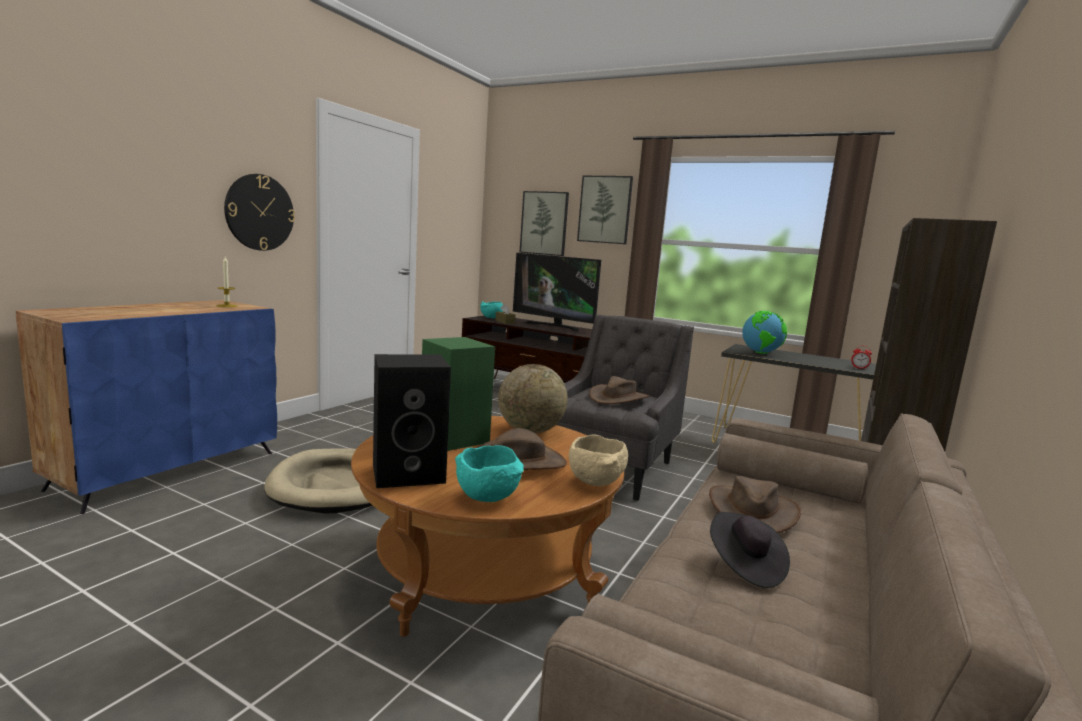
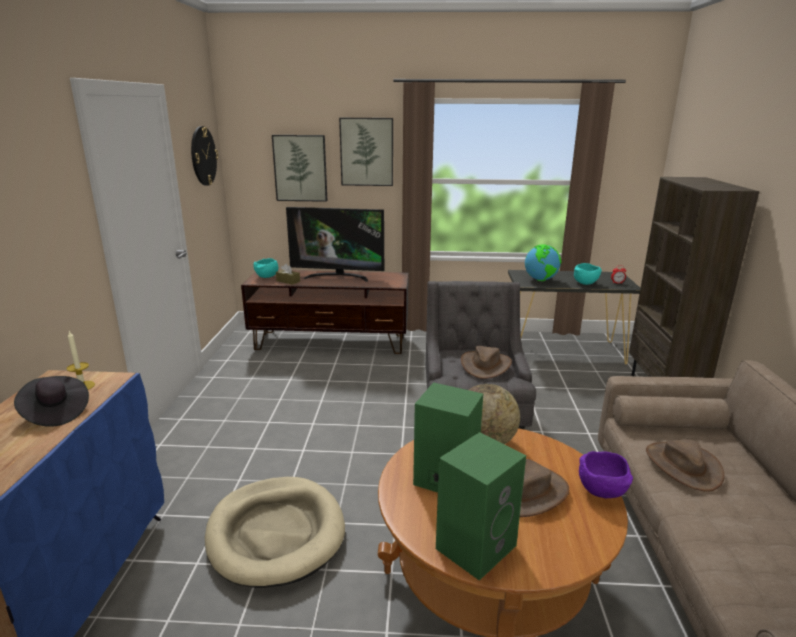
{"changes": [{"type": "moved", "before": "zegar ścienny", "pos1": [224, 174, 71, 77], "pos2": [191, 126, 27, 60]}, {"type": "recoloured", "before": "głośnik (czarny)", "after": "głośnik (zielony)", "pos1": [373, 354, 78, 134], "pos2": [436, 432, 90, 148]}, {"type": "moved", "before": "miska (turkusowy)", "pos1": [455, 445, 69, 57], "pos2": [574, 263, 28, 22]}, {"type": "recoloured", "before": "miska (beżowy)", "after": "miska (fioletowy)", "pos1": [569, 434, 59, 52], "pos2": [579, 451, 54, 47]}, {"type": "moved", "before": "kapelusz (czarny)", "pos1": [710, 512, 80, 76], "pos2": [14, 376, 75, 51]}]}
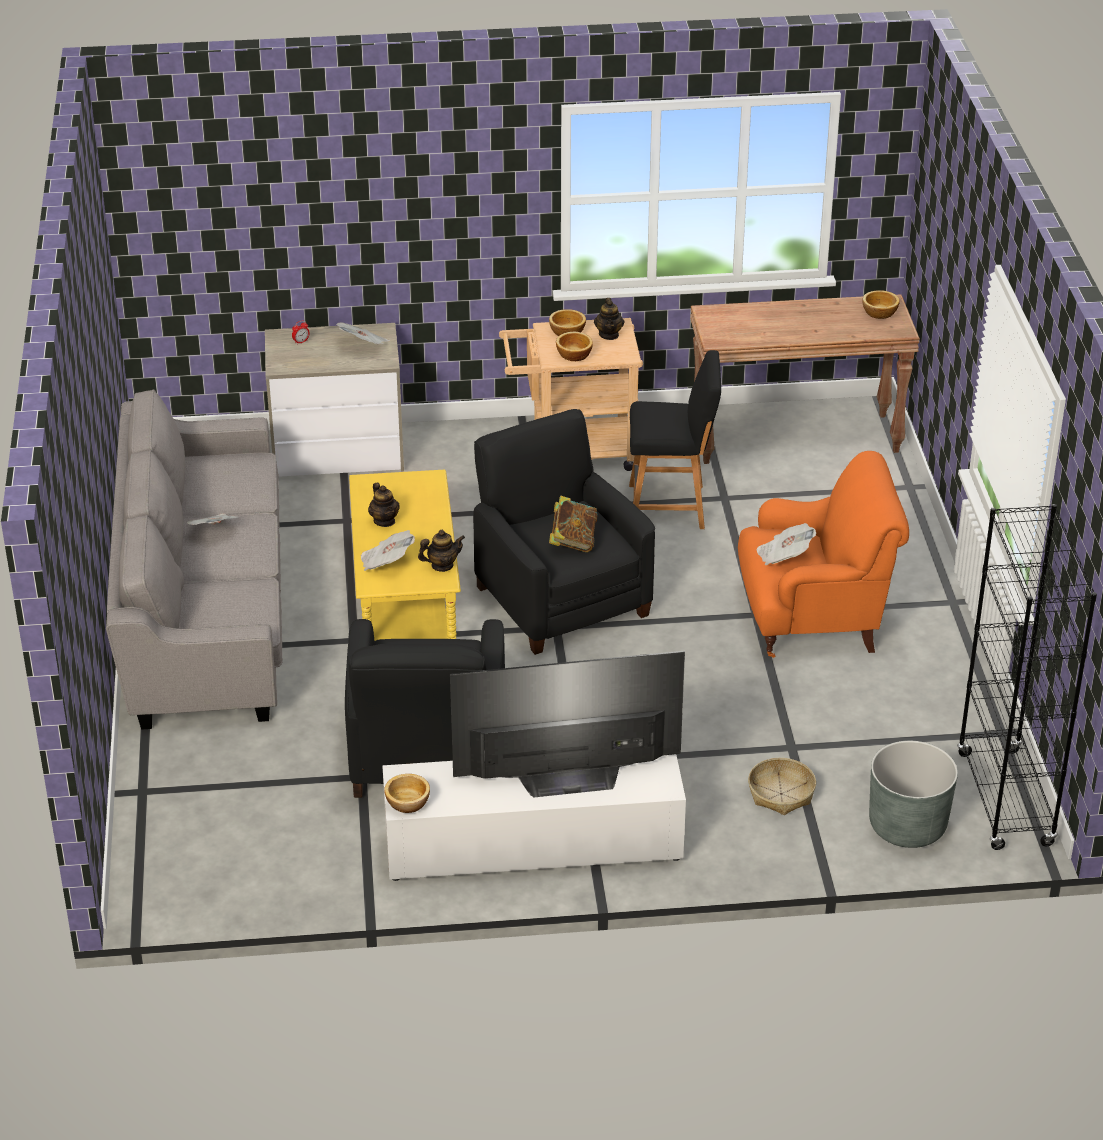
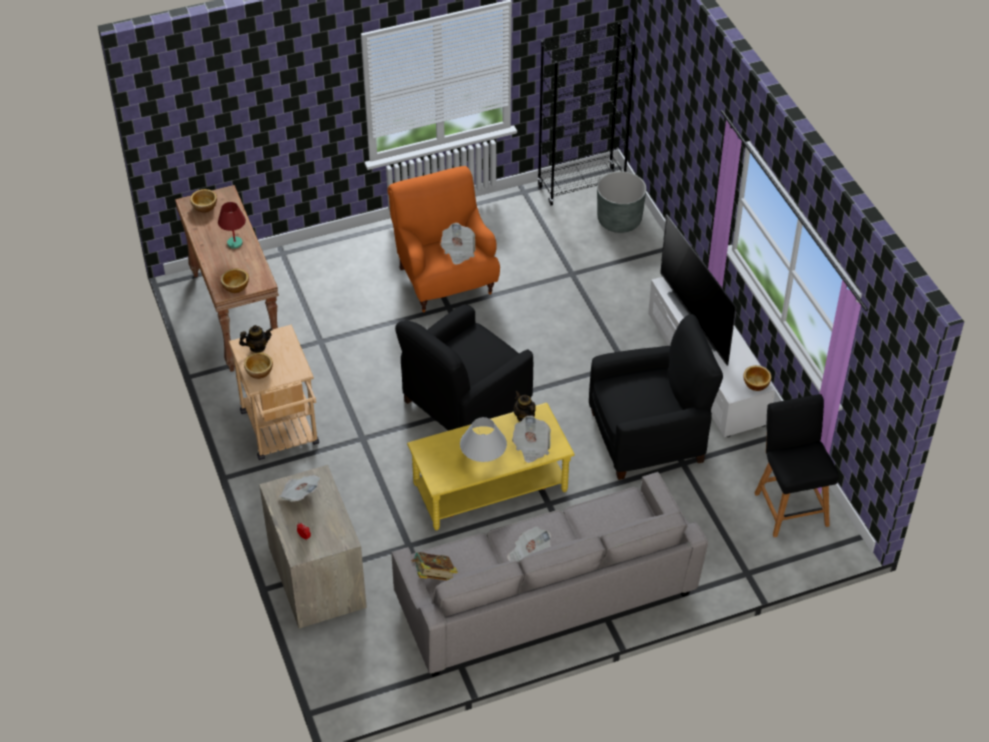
{"changes": [{"type": "replaced", "before": "imbryk", "after": "lampa stołowa (biały)", "pos1": [368, 483, 32, 44], "pos2": [460, 417, 47, 45]}, {"type": "moved", "before": "książka", "pos1": [549, 496, 49, 56], "pos2": [411, 552, 47, 29]}, {"type": "moved", "before": "miska", "pos1": [556, 332, 37, 29], "pos2": [221, 268, 28, 25]}, {"type": "moved", "before": "stołek (czarny)", "pos1": [629, 350, 92, 179], "pos2": [755, 394, 84, 143]}, {"type": "removed", "before": "koszyk", "pos1": [748, 758, 68, 57]}, {"type": "added", "after": "lampa stołowa (czerwony)", "pos2": [218, 202, 28, 47]}]}
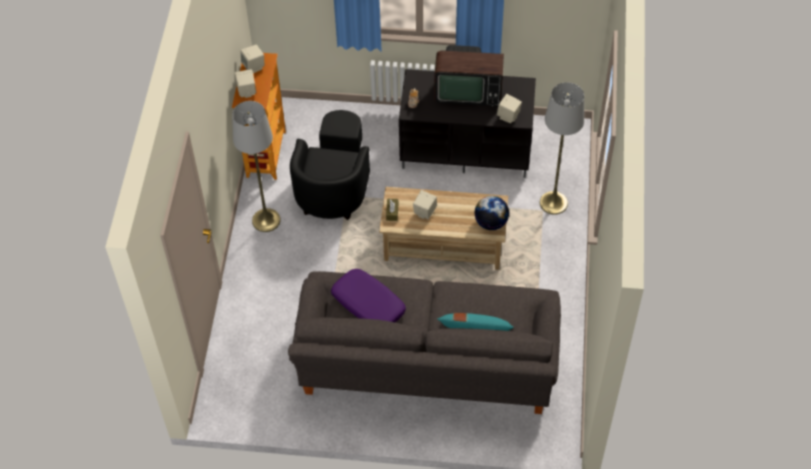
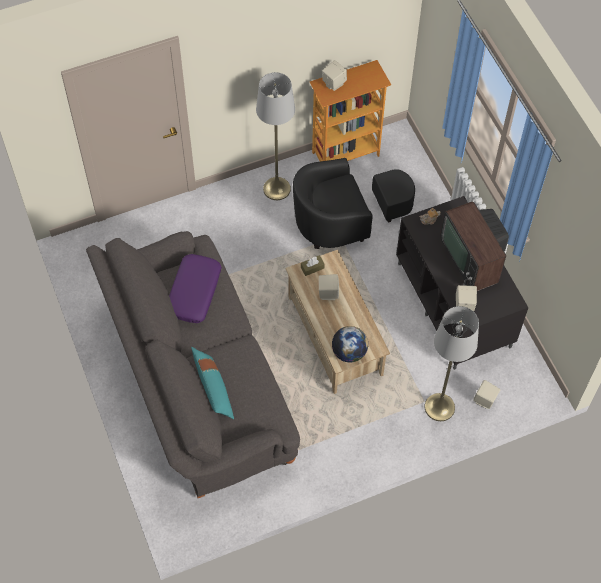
{"changes": [{"type": "moved", "before": "głośnik (beżowy)", "pos1": [241, 45, 23, 28], "pos2": [473, 380, 27, 29]}]}
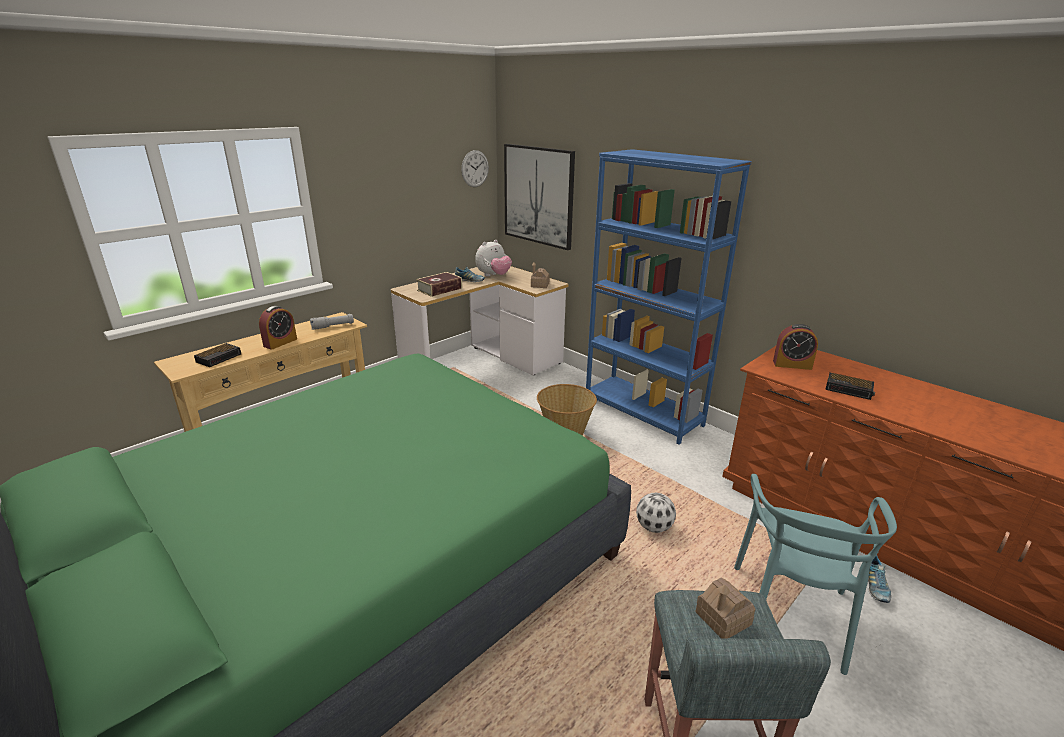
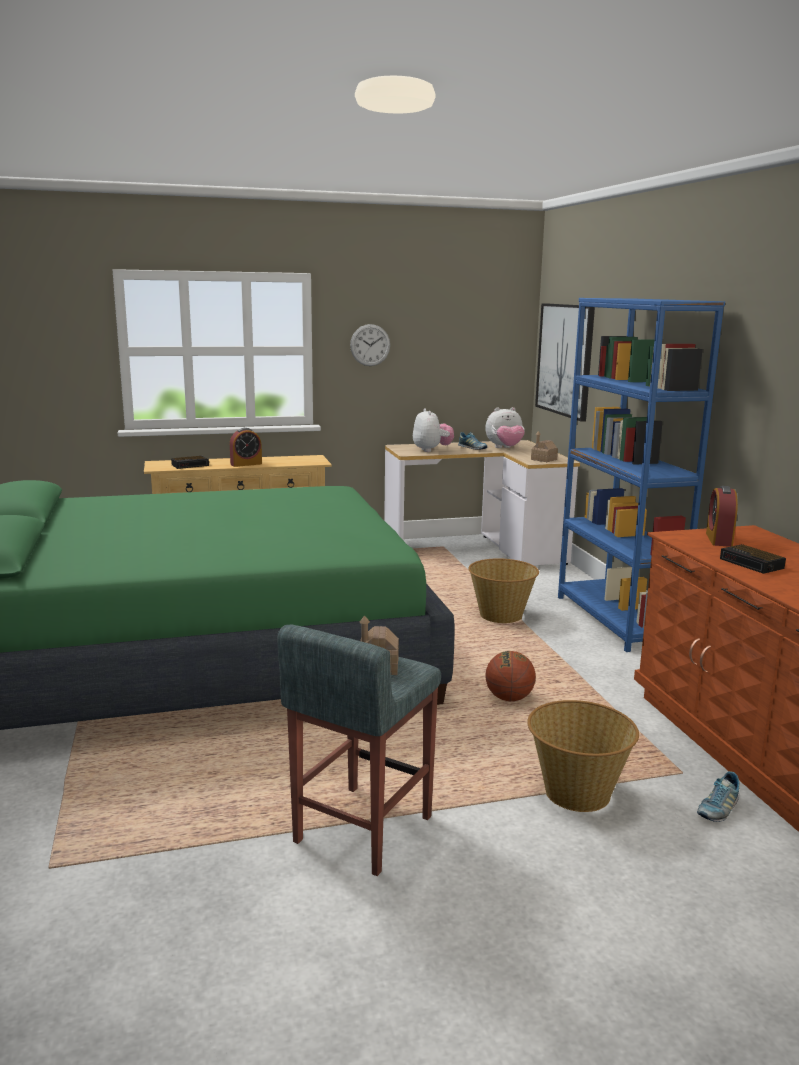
{"changes": [{"type": "removed", "before": "latarka (szary)", "pos1": [310, 314, 44, 16]}, {"type": "replaced", "before": "książka", "after": "pluszak", "pos1": [416, 272, 46, 25], "pos2": [413, 408, 41, 44]}, {"type": "moved", "before": "zegar ścienny", "pos1": [461, 150, 28, 37], "pos2": [350, 324, 40, 42]}, {"type": "replaced", "before": "piłka futbolowa", "after": "piłka do koszykówki", "pos1": [636, 493, 40, 40], "pos2": [485, 651, 51, 50]}, {"type": "replaced", "before": "krzesło (turkusowy)", "after": "koszyk", "pos1": [734, 474, 163, 201], "pos2": [527, 700, 112, 112]}, {"type": "turned", "before": "budzik", "pos1": [773, 324, 45, 46], "pos2": [706, 486, 32, 61], "turn": 60}]}
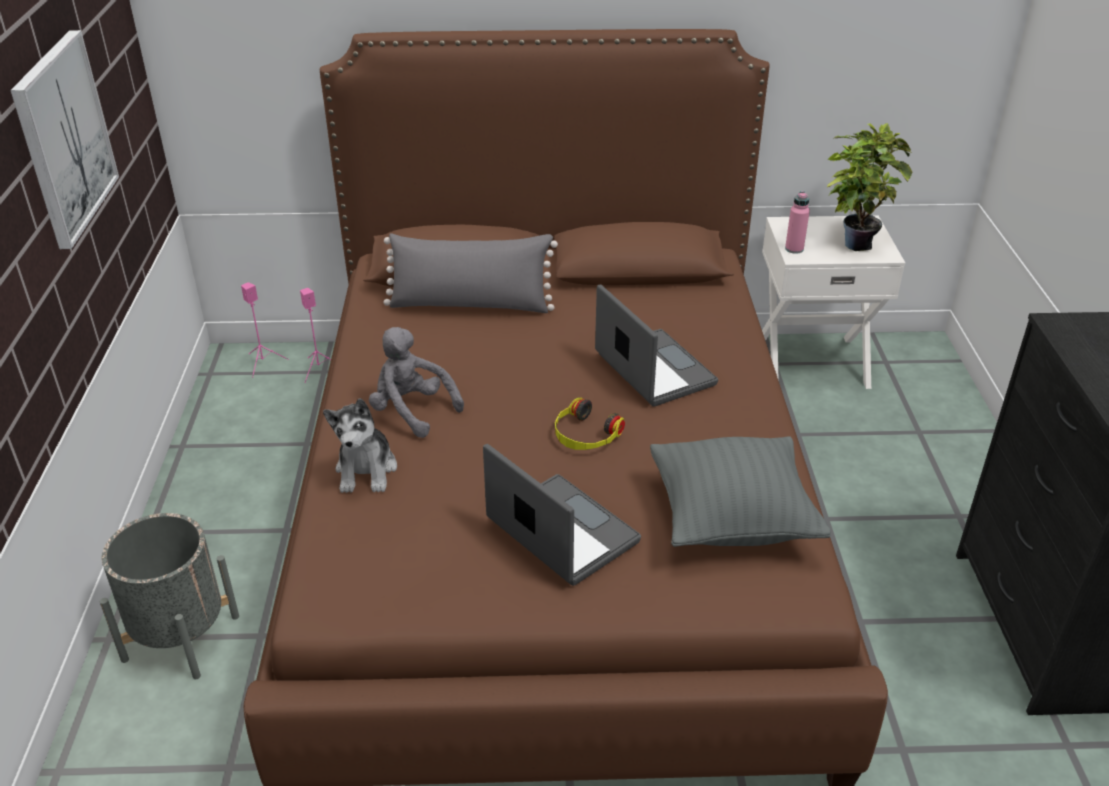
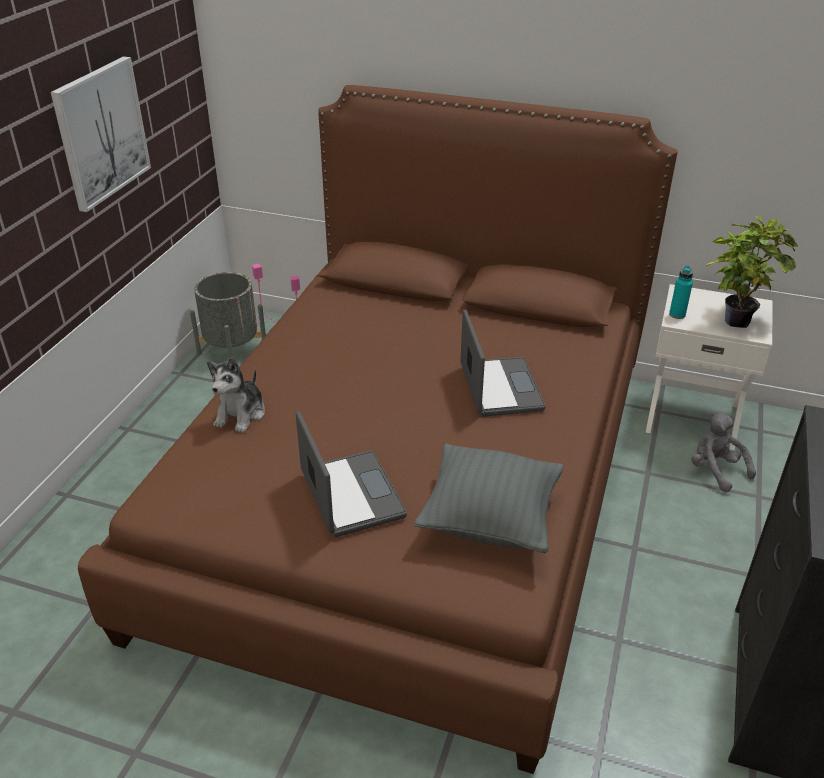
{"changes": [{"type": "moved", "before": "donica (szary)", "pos1": [100, 513, 139, 166], "pos2": [190, 272, 76, 88]}, {"type": "moved", "before": "pluszak (szary)", "pos1": [369, 327, 95, 111], "pos2": [691, 413, 65, 79]}, {"type": "removed", "before": "poduszka (szary)", "pos1": [384, 233, 174, 80]}, {"type": "removed", "before": "słuchawki", "pos1": [555, 397, 70, 53]}, {"type": "recoloured", "before": "butelka (różowy)", "after": "butelka (turkusowy)", "pos1": [785, 191, 25, 63], "pos2": [669, 266, 24, 53]}]}
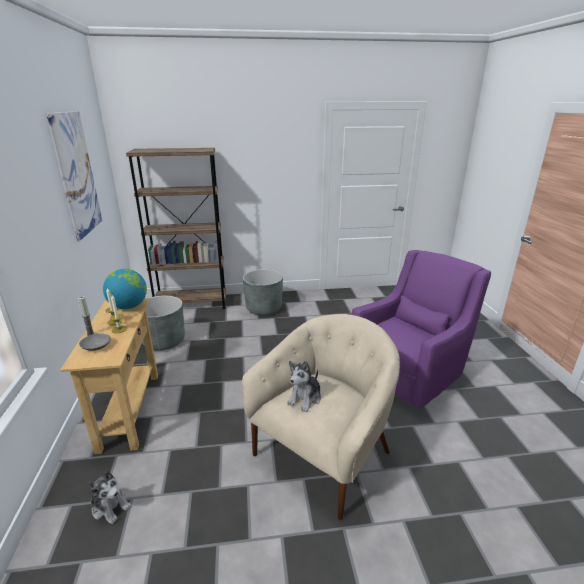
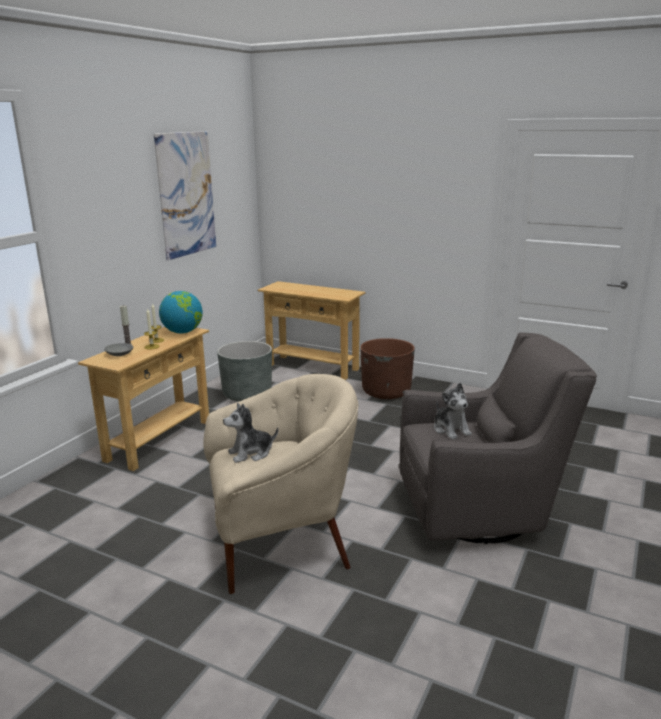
{"changes": [{"type": "moved", "before": "pluszak", "pos1": [89, 471, 42, 53], "pos2": [434, 383, 38, 57]}, {"type": "replaced", "before": "regał (brązowy)", "after": "stolik konsolowy (beżowy)", "pos1": [126, 148, 100, 161], "pos2": [258, 281, 107, 99]}, {"type": "recoloured", "before": "donica (szary)", "after": "donica (brązowy)", "pos1": [243, 269, 40, 46], "pos2": [360, 338, 55, 61]}, {"type": "recoloured", "before": "fotel (fioletowy)", "after": "fotel (szary)", "pos1": [352, 250, 139, 158], "pos2": [400, 332, 197, 212]}]}
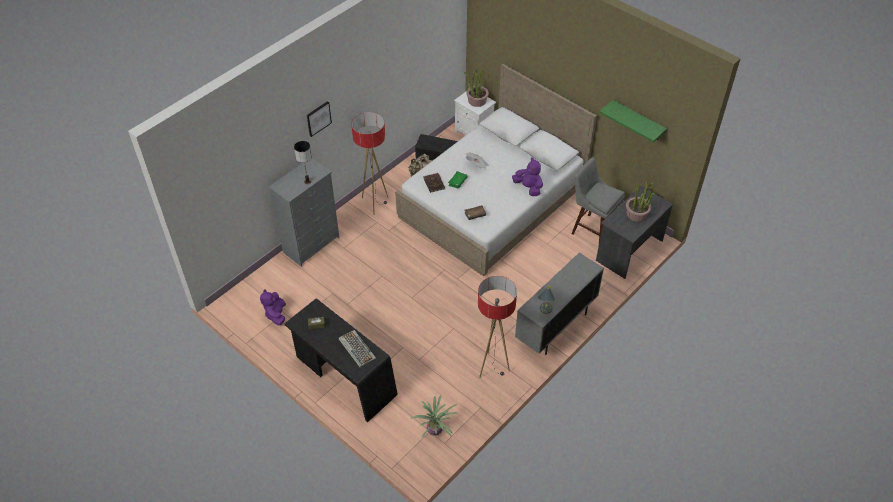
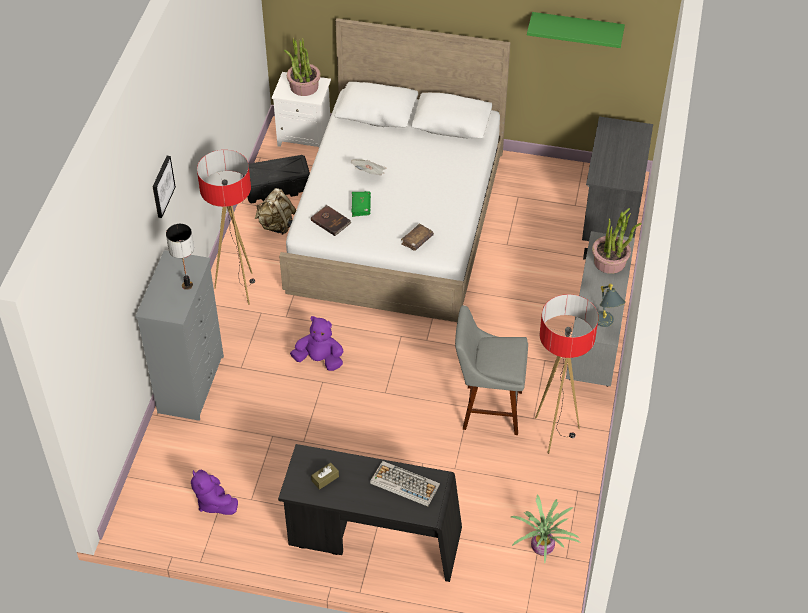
{"changes": [{"type": "moved", "before": "pluszak (fioletowy)", "pos1": [512, 157, 31, 39], "pos2": [290, 316, 54, 55]}, {"type": "moved", "before": "stołek (szary)", "pos1": [571, 158, 54, 84], "pos2": [455, 305, 73, 130]}, {"type": "moved", "before": "roślina doniczkowa", "pos1": [626, 182, 29, 40], "pos2": [592, 208, 50, 66]}]}
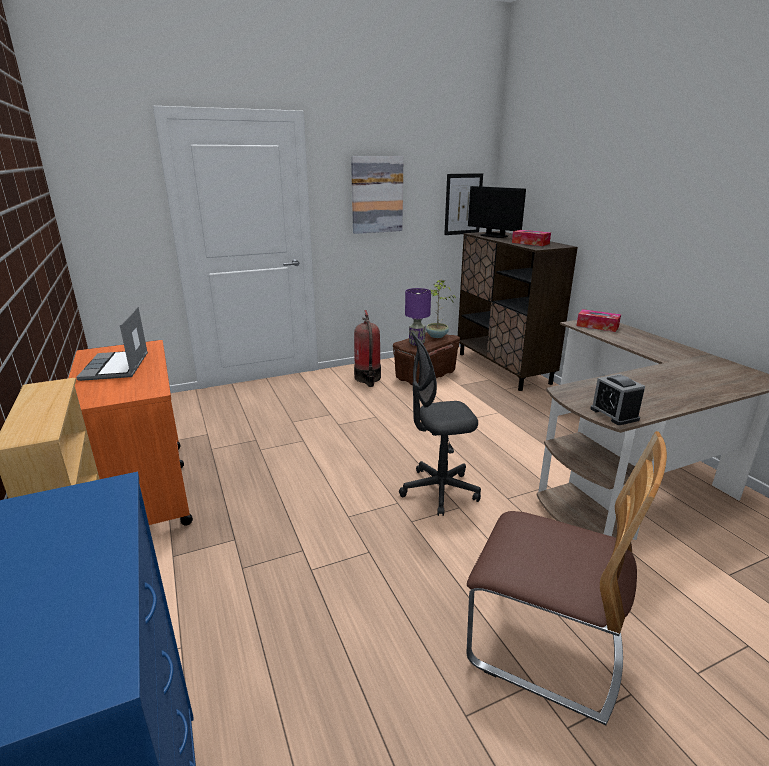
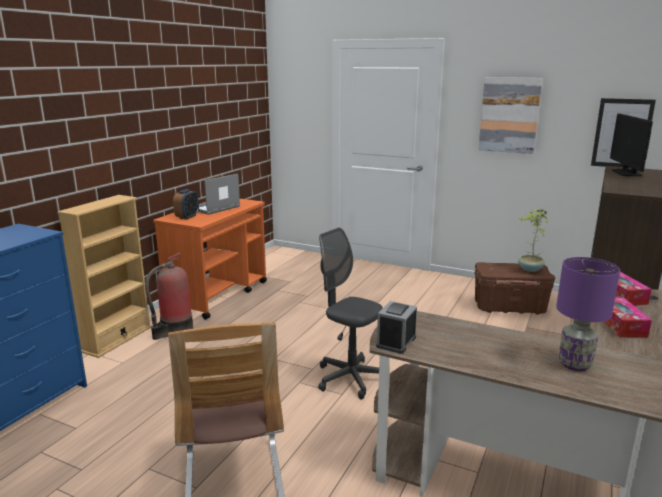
{"changes": [{"type": "moved", "before": "gaśnica", "pos1": [354, 310, 27, 77], "pos2": [145, 253, 48, 87]}, {"type": "moved", "before": "lampa stołowa (fioletowy)", "pos1": [405, 288, 26, 58], "pos2": [556, 257, 64, 114]}, {"type": "moved", "before": "pudełko chusteczek", "pos1": [512, 230, 39, 16], "pos2": [603, 298, 49, 39]}, {"type": "added", "after": "budzik", "pos2": [173, 189, 26, 31]}]}
